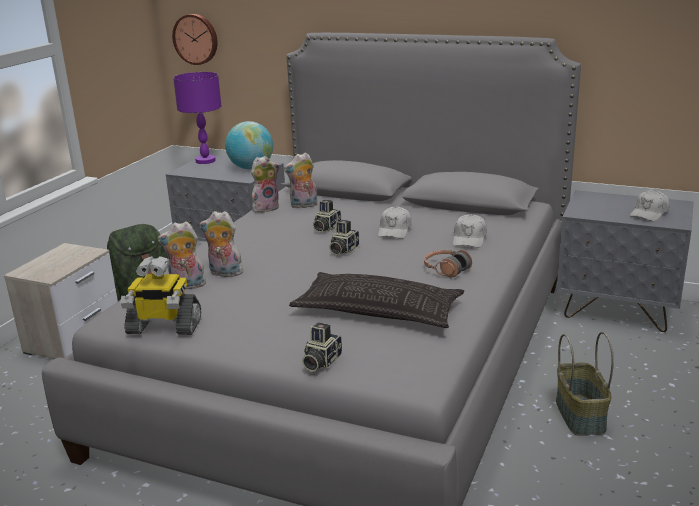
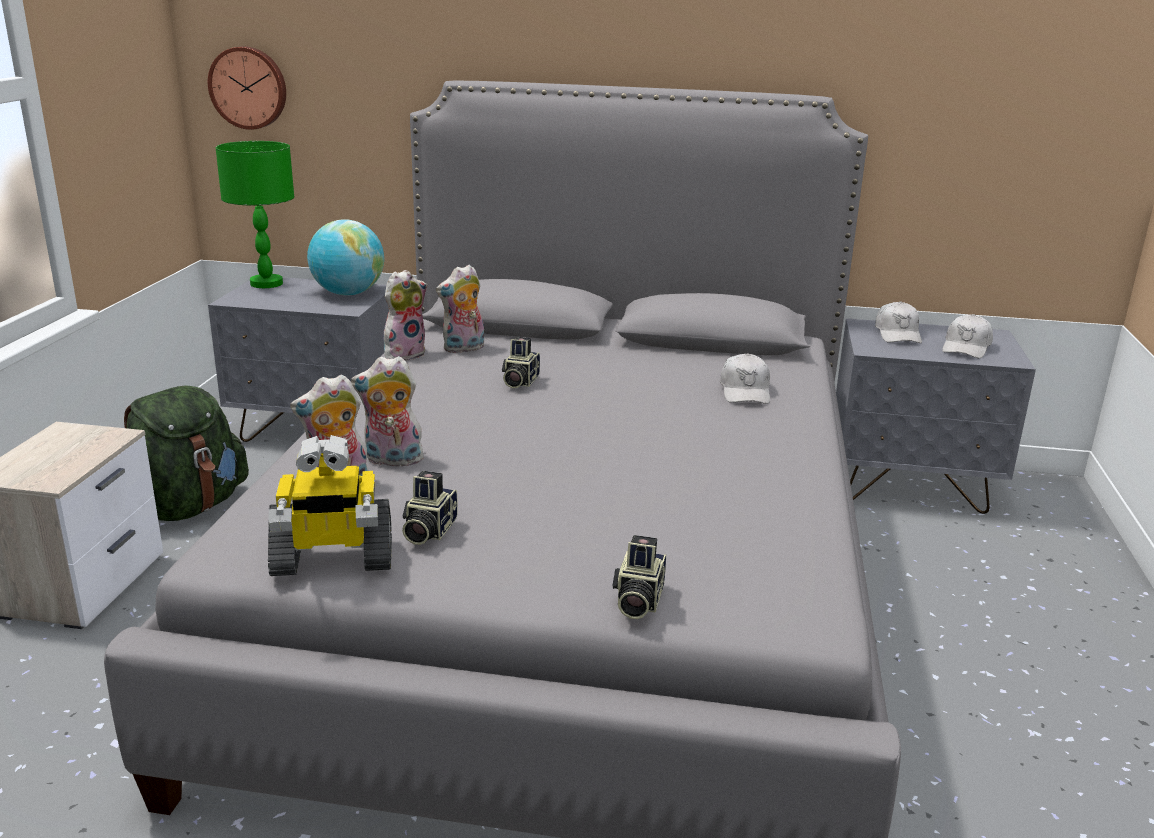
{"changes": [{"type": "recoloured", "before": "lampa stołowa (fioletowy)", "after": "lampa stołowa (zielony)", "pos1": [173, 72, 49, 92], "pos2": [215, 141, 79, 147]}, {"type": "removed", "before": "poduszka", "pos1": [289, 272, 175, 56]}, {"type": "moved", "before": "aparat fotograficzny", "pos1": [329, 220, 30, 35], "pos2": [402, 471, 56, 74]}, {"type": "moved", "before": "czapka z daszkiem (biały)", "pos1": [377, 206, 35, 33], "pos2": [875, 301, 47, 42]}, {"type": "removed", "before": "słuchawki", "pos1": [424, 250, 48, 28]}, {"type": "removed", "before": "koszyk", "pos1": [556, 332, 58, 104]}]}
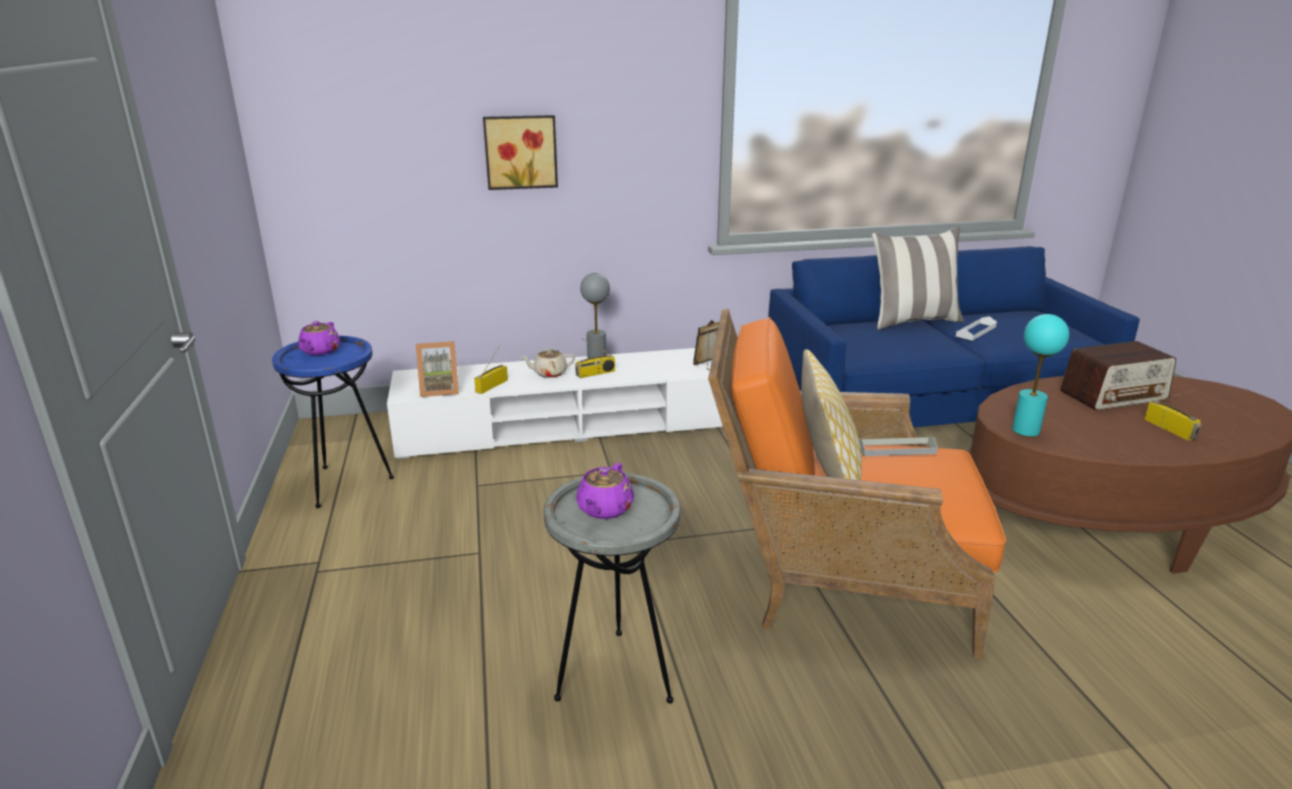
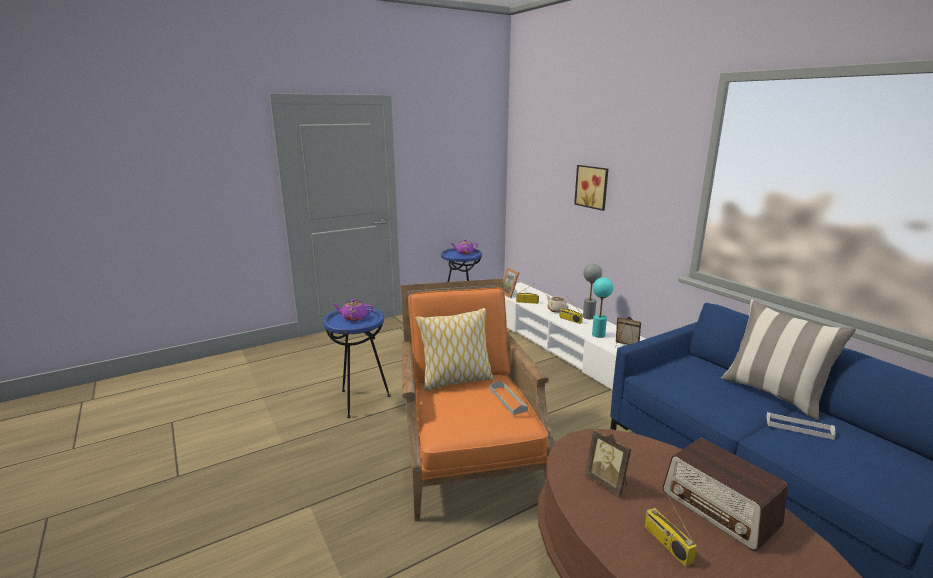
{"changes": [{"type": "recoloured", "before": "stolik (szary)", "after": "stolik (niebieski)", "pos1": [543, 473, 138, 230], "pos2": [323, 307, 67, 111]}, {"type": "moved", "before": "lampa stołowa (turkusowy)", "pos1": [1012, 314, 57, 123], "pos2": [592, 277, 21, 61]}, {"type": "turned", "before": "radio", "pos1": [1145, 390, 56, 50], "pos2": [644, 488, 53, 79], "turn": 105}, {"type": "added", "after": "ramka na zdjęcie", "pos2": [585, 429, 46, 67]}]}
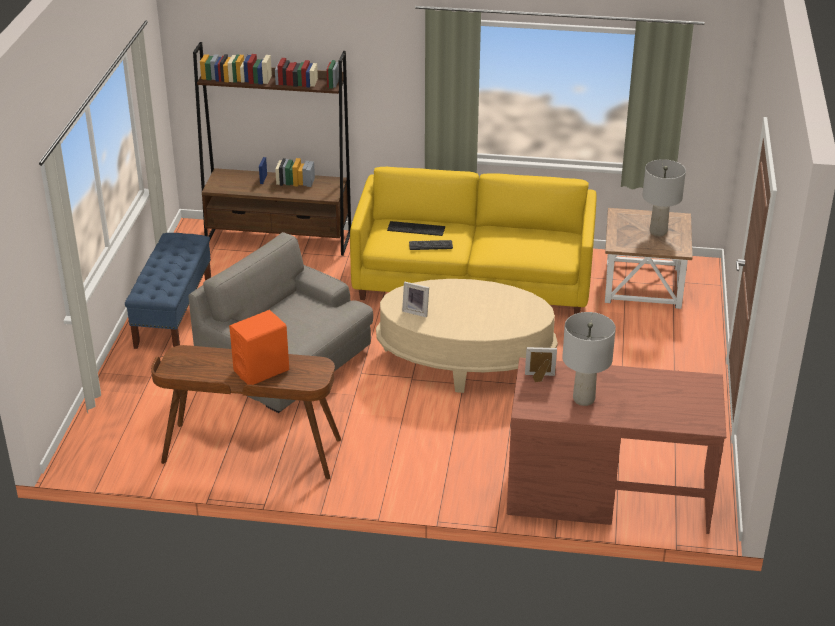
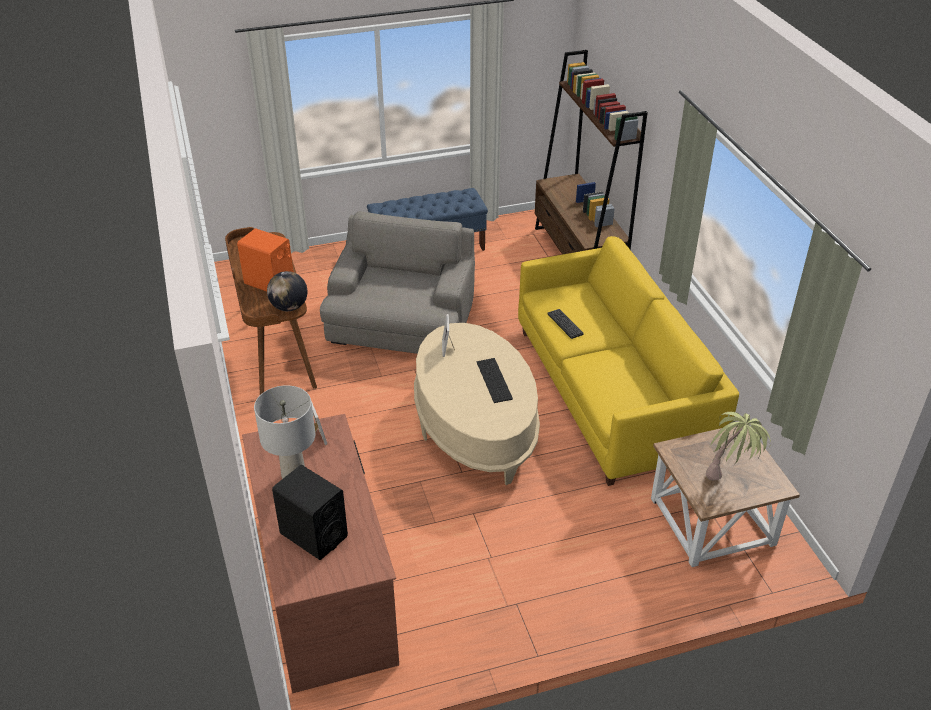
{"changes": [{"type": "moved", "before": "klawiatura", "pos1": [387, 221, 58, 15], "pos2": [477, 358, 36, 45]}, {"type": "replaced", "before": "lampa stołowa (szary)", "after": "roślina doniczkowa", "pos1": [642, 159, 44, 77], "pos2": [706, 412, 65, 69]}, {"type": "added", "after": "globus", "pos2": [267, 271, 41, 40]}, {"type": "added", "after": "głośnik (czarny)", "pos2": [272, 465, 76, 95]}]}
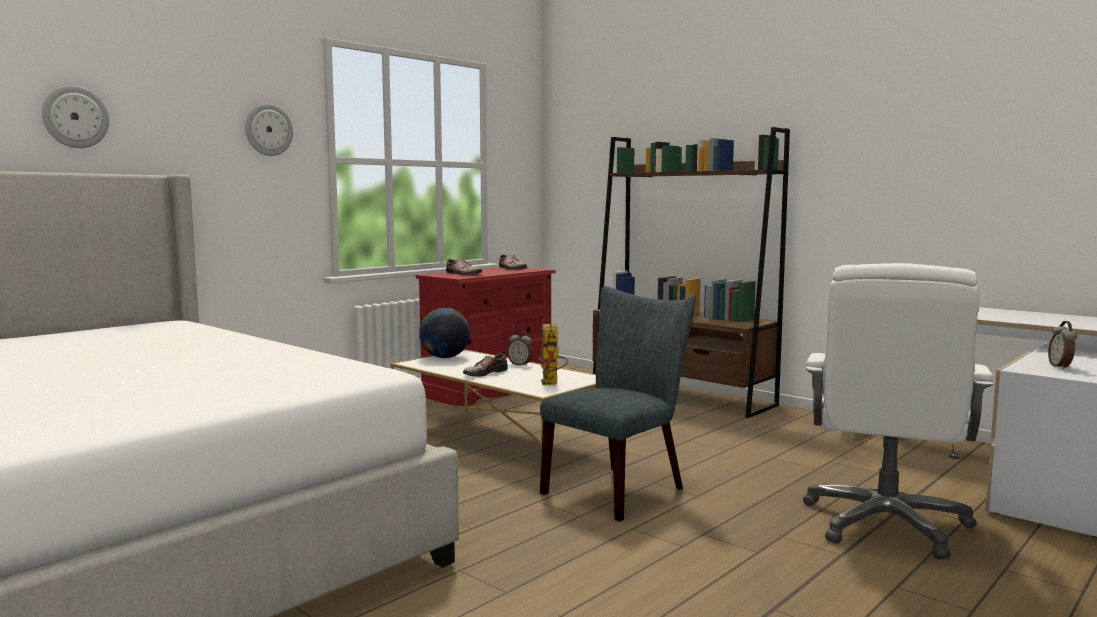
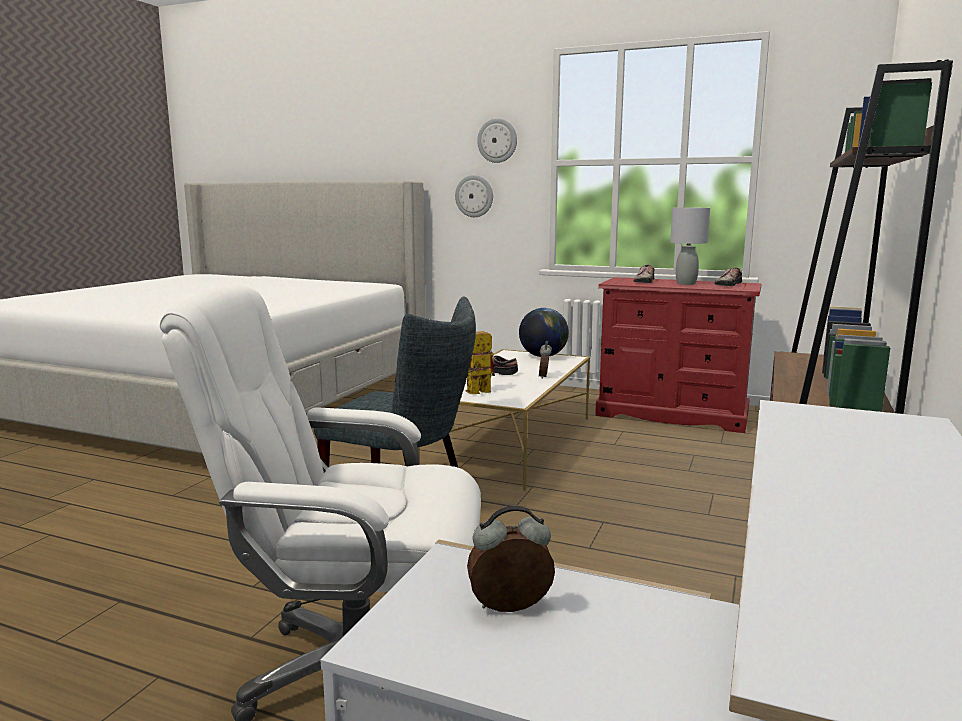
{"changes": [{"type": "moved", "before": "zegar ścienny", "pos1": [42, 86, 67, 62], "pos2": [455, 175, 38, 42]}, {"type": "added", "after": "lampa stołowa (szary)", "pos2": [670, 208, 40, 77]}]}
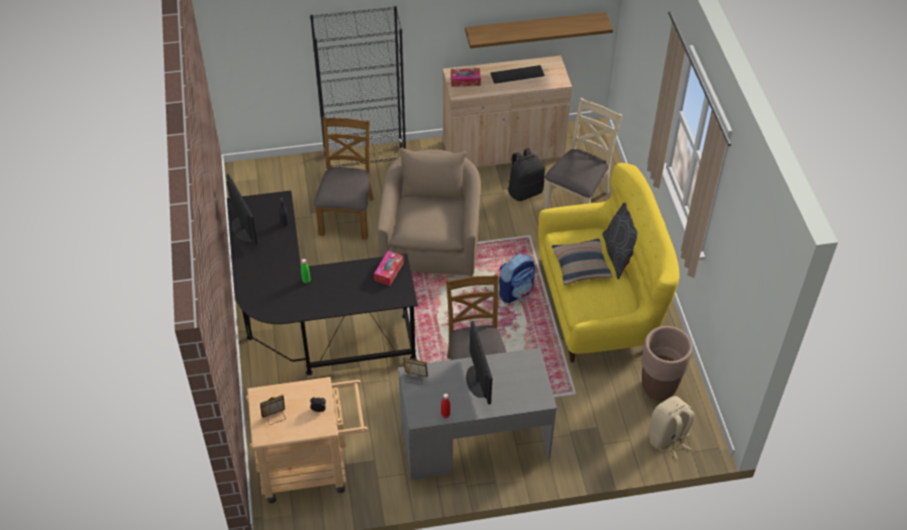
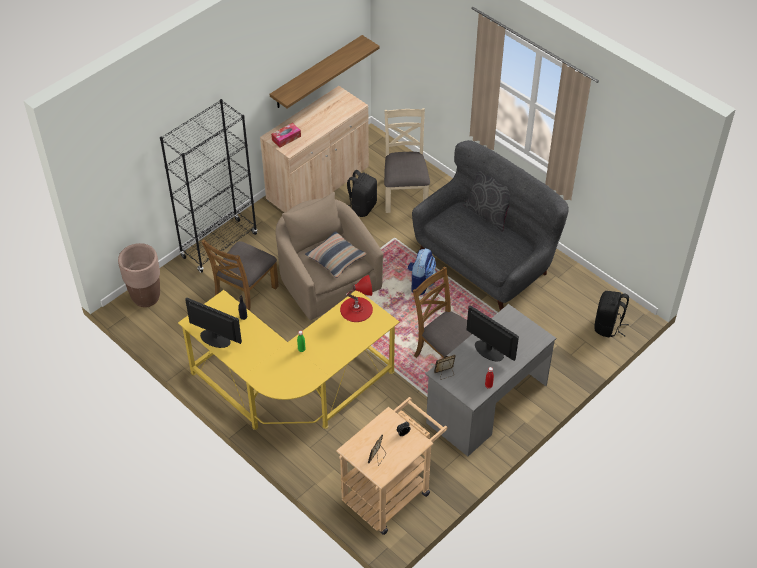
{"changes": [{"type": "recoloured", "before": "biurko (czarny)", "after": "biurko (żółty)", "pos1": [227, 190, 191, 186], "pos2": [178, 290, 222, 140]}, {"type": "turned", "before": "krzesło (brązowy)", "pos1": [314, 117, 59, 123], "pos2": [202, 239, 77, 72], "turn": -120}, {"type": "replaced", "before": "pudełko chusteczek", "after": "lampa stołowa (czerwony)", "pos1": [374, 251, 30, 35], "pos2": [340, 275, 33, 47]}, {"type": "removed", "before": "klawiatura", "pos1": [490, 65, 55, 19]}, {"type": "recoloured", "before": "kanapa (żółty)", "after": "kanapa (szary)", "pos1": [538, 163, 142, 199], "pos2": [412, 140, 157, 171]}, {"type": "moved", "before": "poduszka", "pos1": [552, 239, 61, 46], "pos2": [305, 231, 62, 47]}, {"type": "moved", "before": "donica (brązowy)", "pos1": [642, 326, 50, 75], "pos2": [118, 243, 42, 64]}, {"type": "recoloured", "before": "plecak (beżowy)", "after": "plecak (czarny)", "pos1": [648, 396, 47, 63], "pos2": [595, 291, 34, 46]}]}
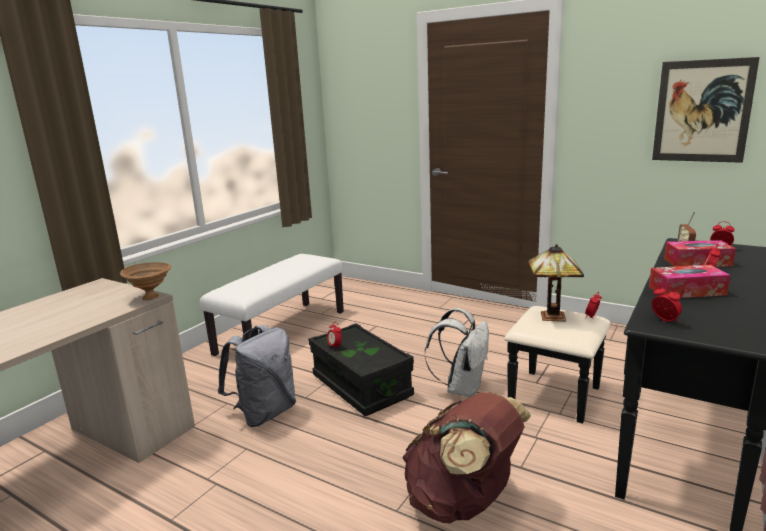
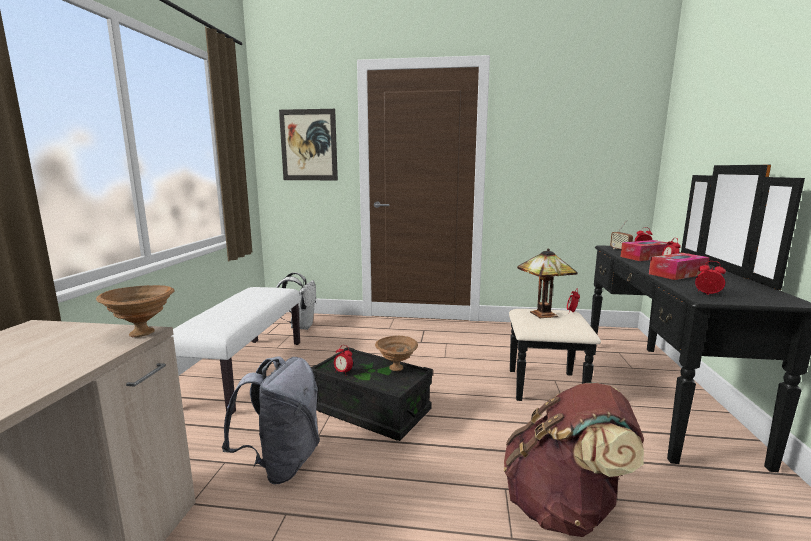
{"changes": [{"type": "moved", "before": "plecak (biały)", "pos1": [425, 308, 64, 90], "pos2": [276, 272, 41, 58]}, {"type": "moved", "before": "obraz", "pos1": [652, 57, 108, 106], "pos2": [279, 109, 59, 71]}, {"type": "added", "after": "miska (brązowy)", "pos2": [375, 336, 43, 35]}]}
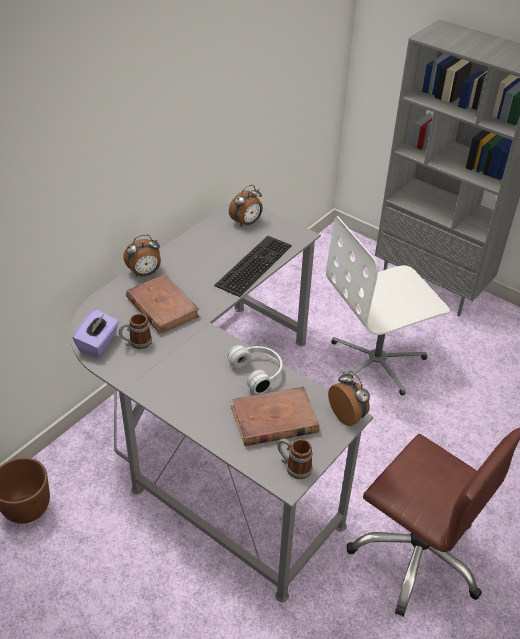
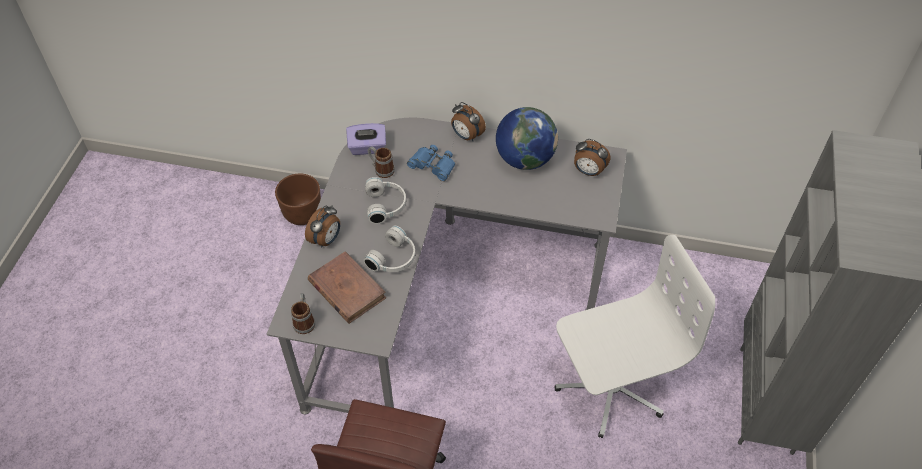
{"changes": [{"type": "replaced", "before": "książka (brązowy)", "after": "lornetka (niebieski)", "pos1": [126, 274, 74, 60], "pos2": [407, 145, 48, 36]}, {"type": "removed", "before": "klawiatura", "pos1": [214, 236, 78, 61]}, {"type": "turned", "before": "krzesło biurowe (biały)", "pos1": [326, 216, 124, 180], "pos2": [554, 235, 161, 203], "turn": 120}, {"type": "moved", "before": "budzik", "pos1": [328, 371, 42, 55], "pos2": [305, 205, 35, 43]}, {"type": "added", "after": "słuchawki (biały)", "pos2": [365, 177, 41, 47]}, {"type": "added", "after": "globus", "pos2": [496, 107, 62, 63]}]}
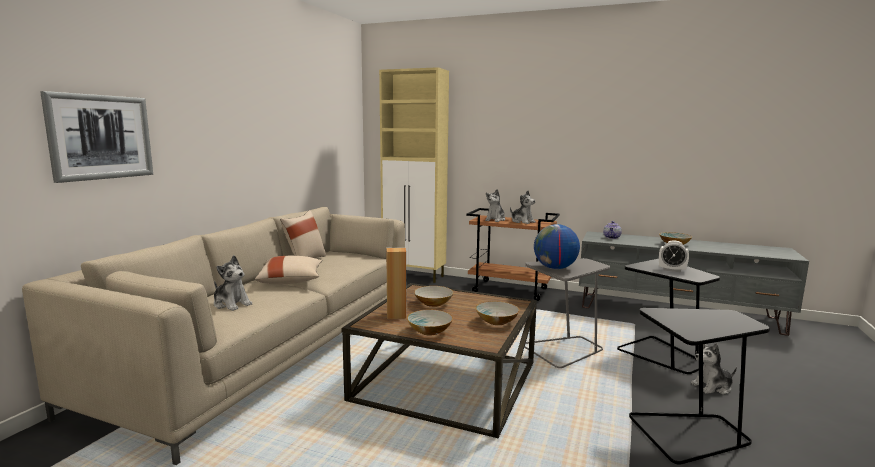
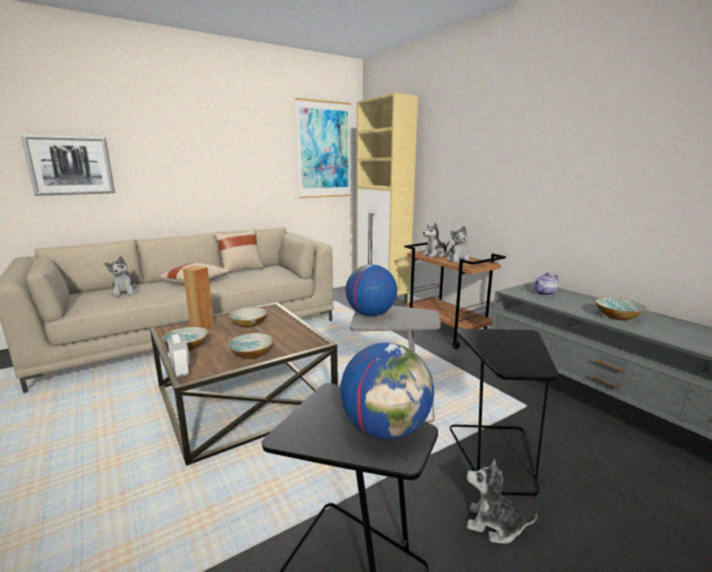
{"changes": [{"type": "moved", "before": "budzik", "pos1": [659, 240, 30, 32], "pos2": [166, 334, 24, 43]}, {"type": "added", "after": "obraz", "pos2": [295, 98, 56, 100]}, {"type": "added", "after": "globus", "pos2": [340, 343, 94, 96]}]}
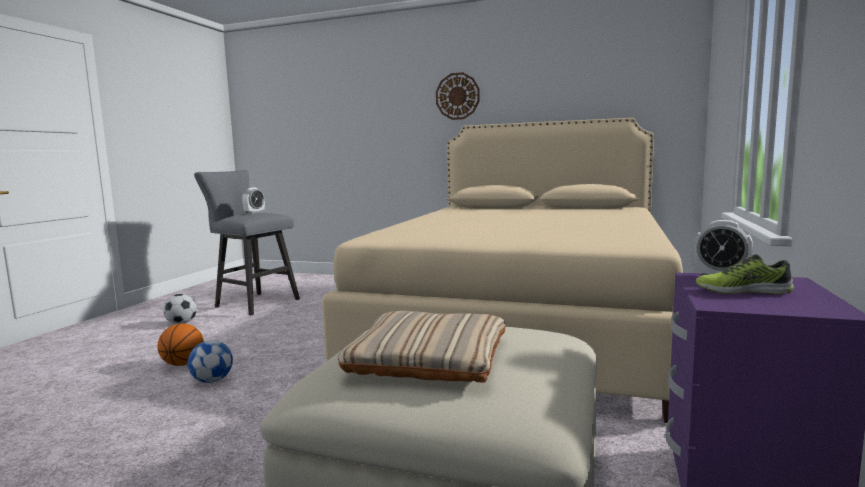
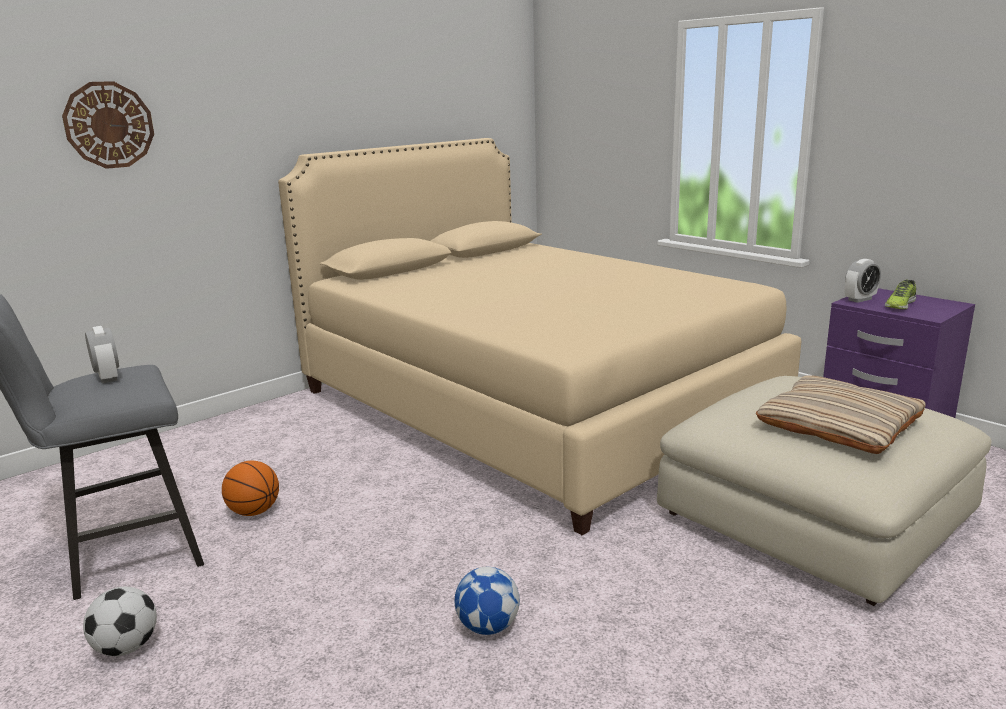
{"changes": [{"type": "moved", "before": "piłka do koszykówki", "pos1": [157, 323, 47, 43], "pos2": [222, 461, 57, 55]}, {"type": "moved", "before": "zegar ścienny", "pos1": [436, 72, 44, 48], "pos2": [62, 81, 92, 88]}]}
